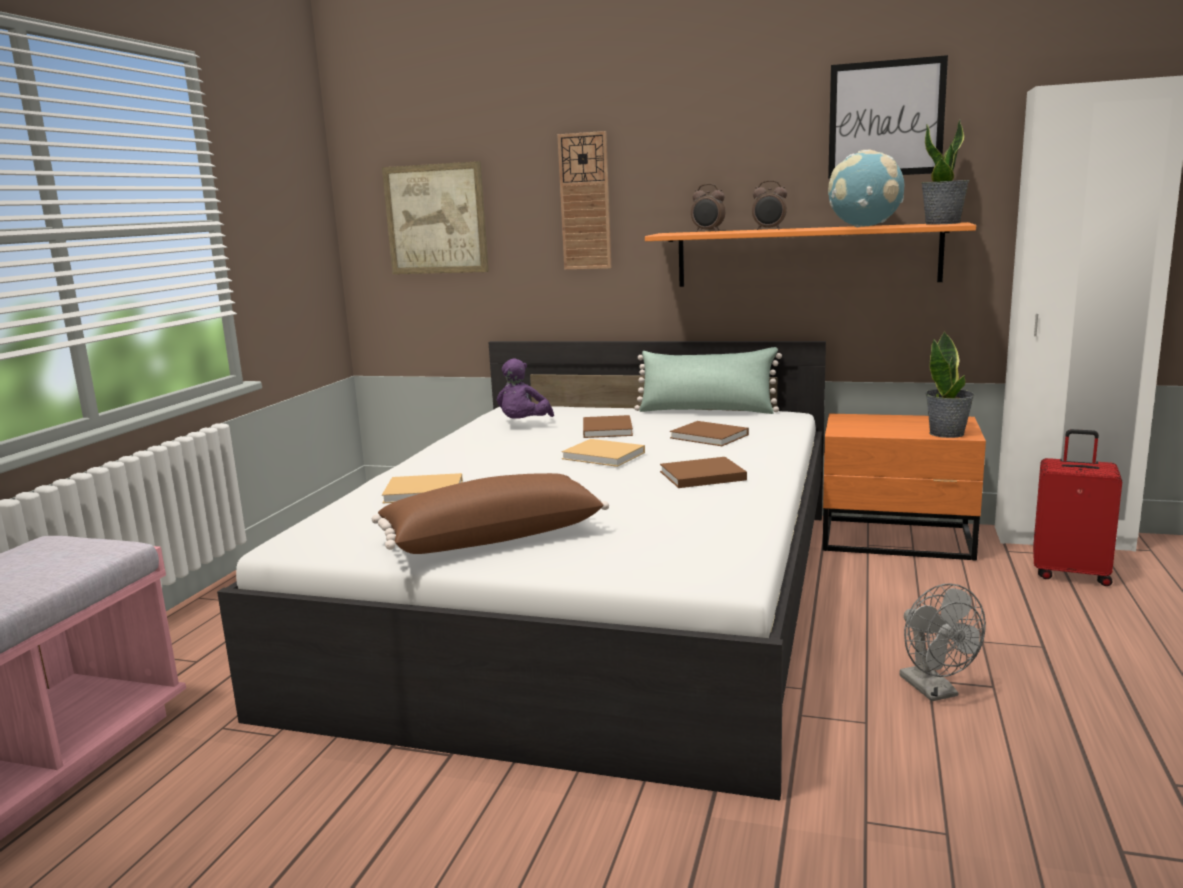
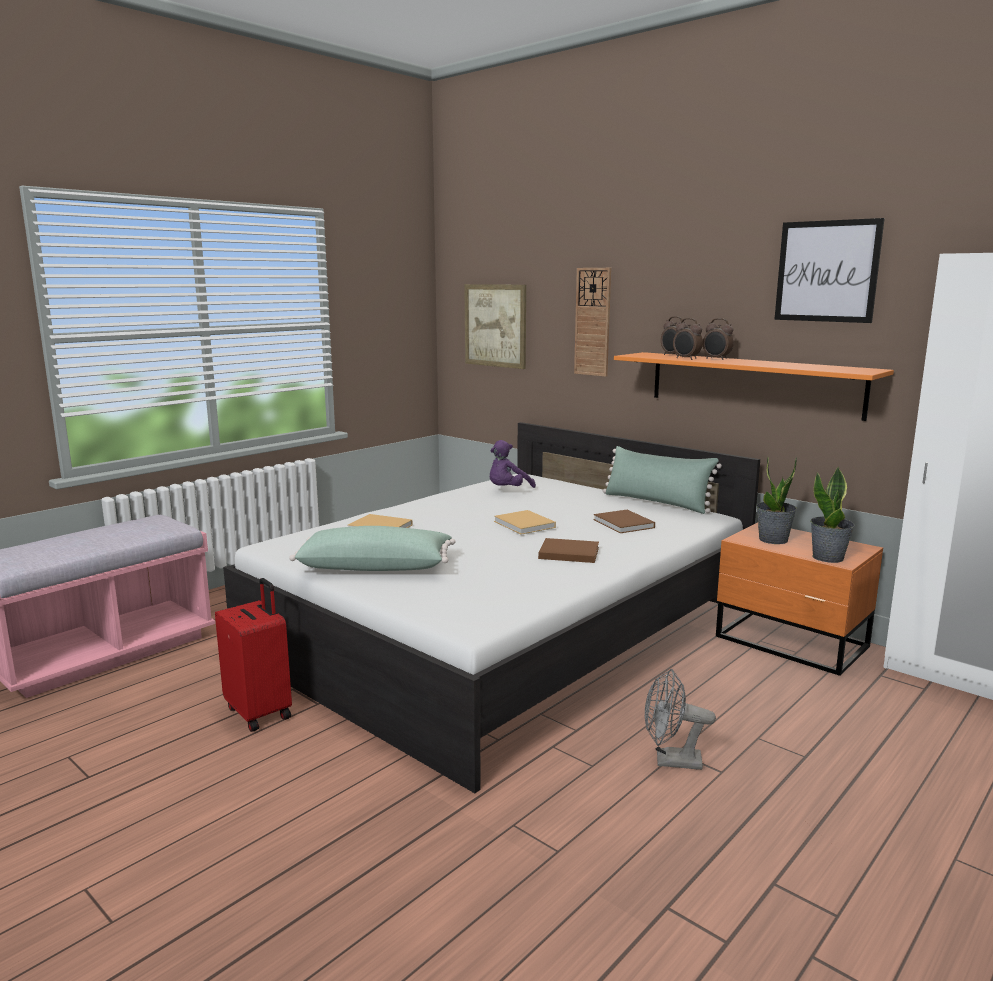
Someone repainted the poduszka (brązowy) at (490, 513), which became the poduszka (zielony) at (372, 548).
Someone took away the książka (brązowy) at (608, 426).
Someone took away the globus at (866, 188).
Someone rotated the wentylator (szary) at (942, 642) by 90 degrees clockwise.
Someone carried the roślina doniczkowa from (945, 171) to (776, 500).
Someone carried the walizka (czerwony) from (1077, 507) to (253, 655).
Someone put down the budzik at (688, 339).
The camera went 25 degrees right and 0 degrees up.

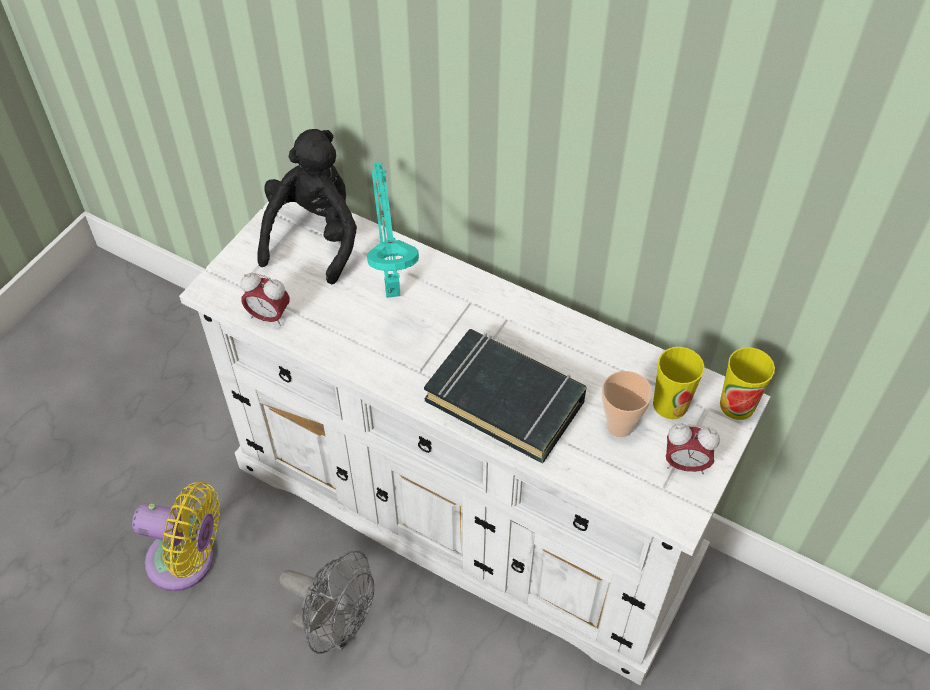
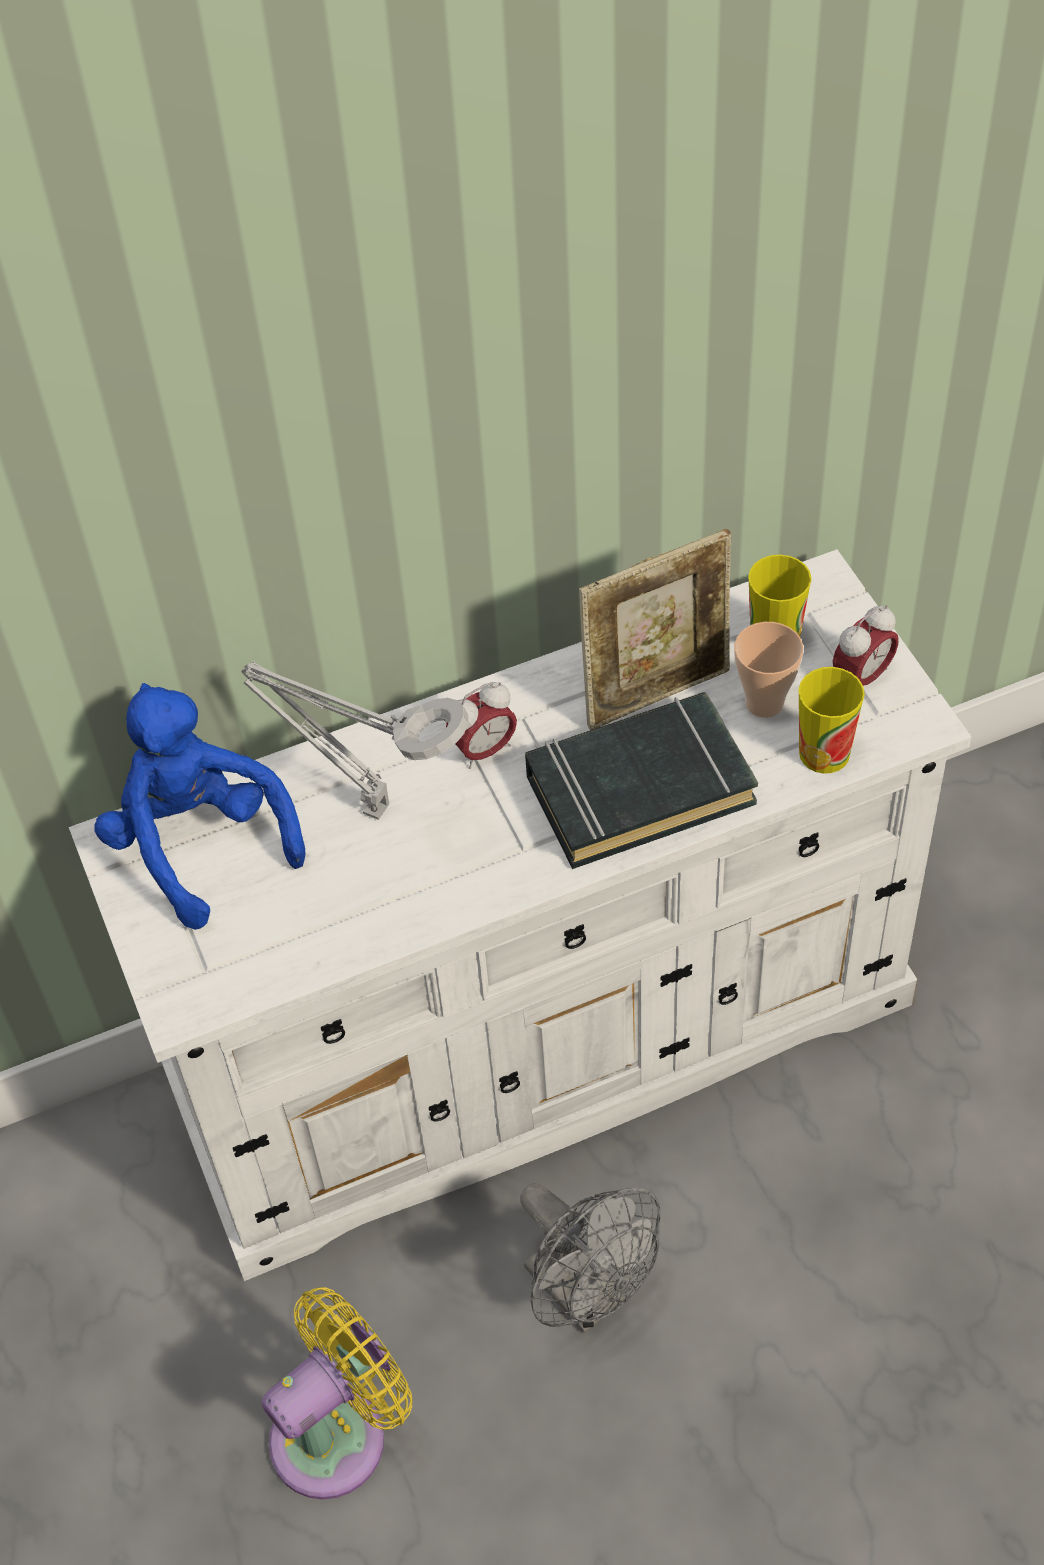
Someone carried the budzik from (265, 299) to (481, 725).
Someone repainted the pluszak (czarny) at (307, 206), which became the pluszak (niebieski) at (200, 806).
Someone rotated the wentylator (szary) at (326, 601) by 75 degrees clockwise.
Someone repainted the lampa stołowa (turkusowy) at (393, 230), which became the lampa stołowa (szary) at (355, 740).
Someone carried the filiżanka from (747, 383) to (831, 720).
Someone put down the ramka na zdjęcie at (655, 629).
The camera went 50 degrees left and 0 degrees up.

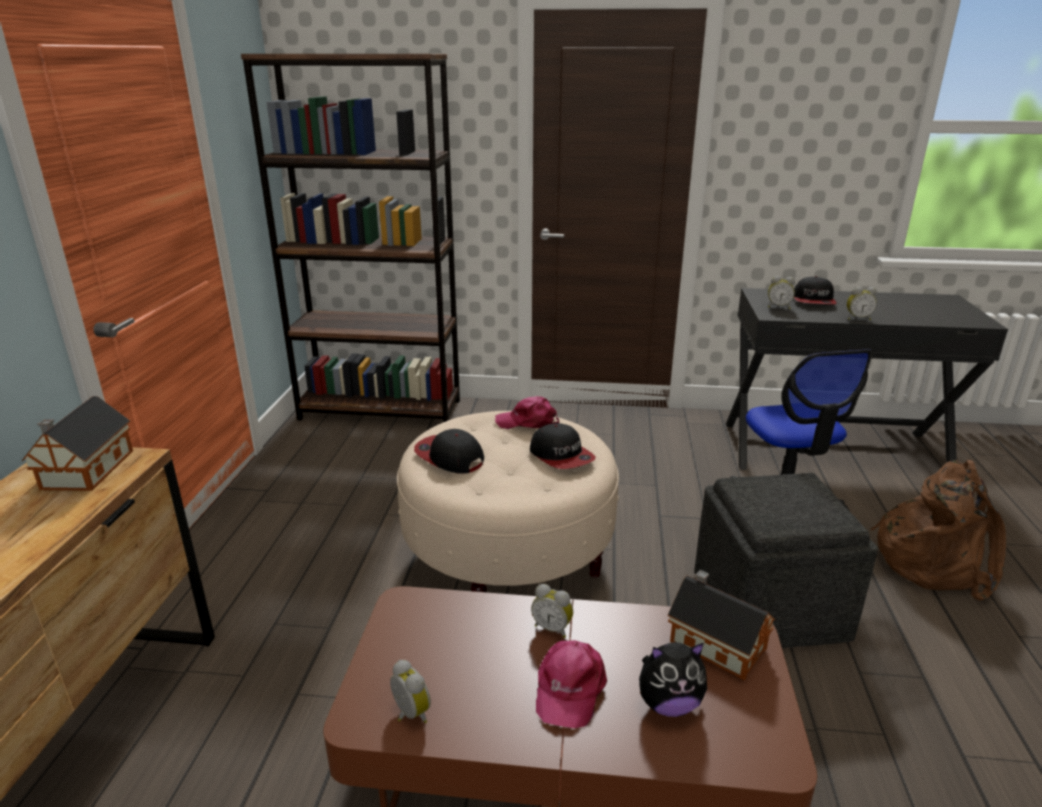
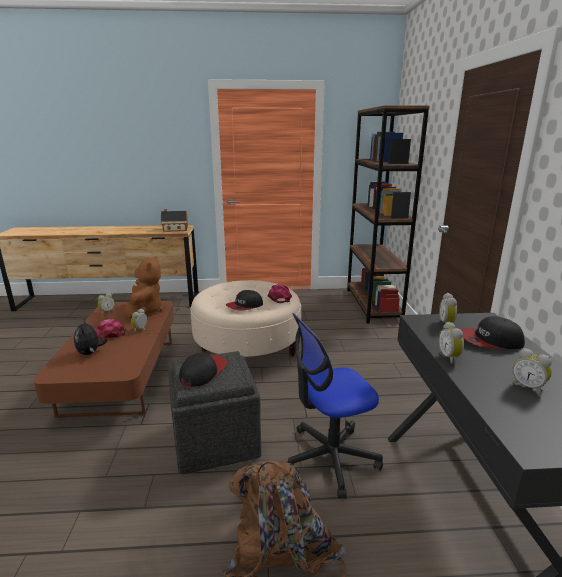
Someone carried the czapka z daszkiem from (449, 451) to (203, 370).
Someone took away the domek at (722, 625).
Someone put down the pluszak (brązowy) at (143, 287).
Someone put down the budzik at (532, 371).
The camera went 80 degrees right and 5 degrees down.

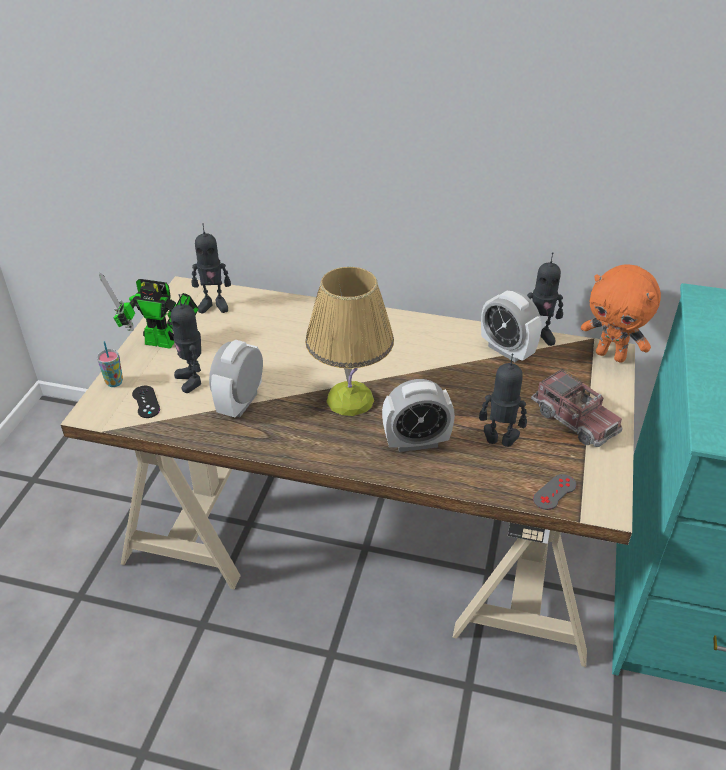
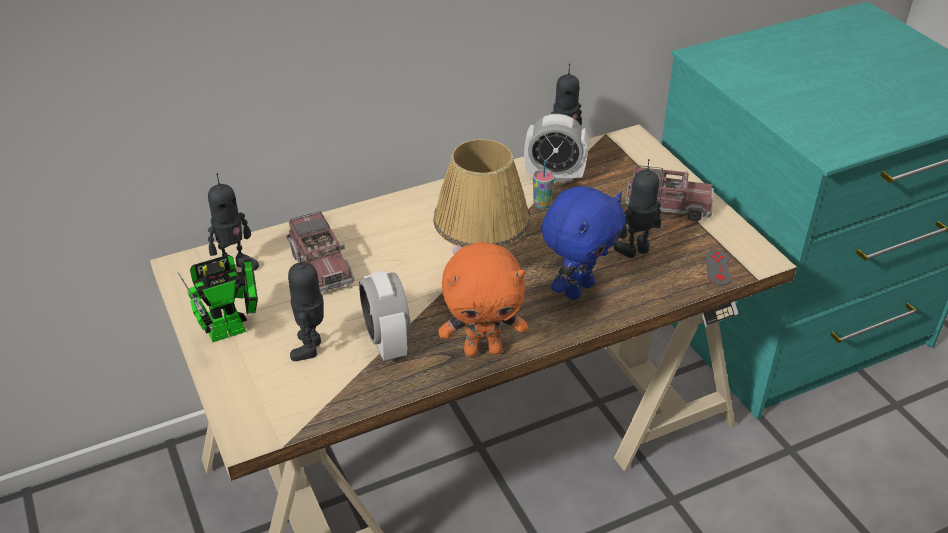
Someone carried the filiżanka from (110, 364) to (544, 184).
Someone took away the pad do gier (czarny) at (146, 402).
Someone rotated the robot zabawkowy at (186, 343) by 75 degrees clockwise.
Someone swapped the budzik at (418, 415) for the pluszak (niebieski) at (583, 243).
Someone carried the pluszak (pomarańczowy) from (621, 313) to (483, 299).
Someone put down the ciężarówka zabawkowa at (320, 252).
The camera went 40 degrees left and 0 degrees up.

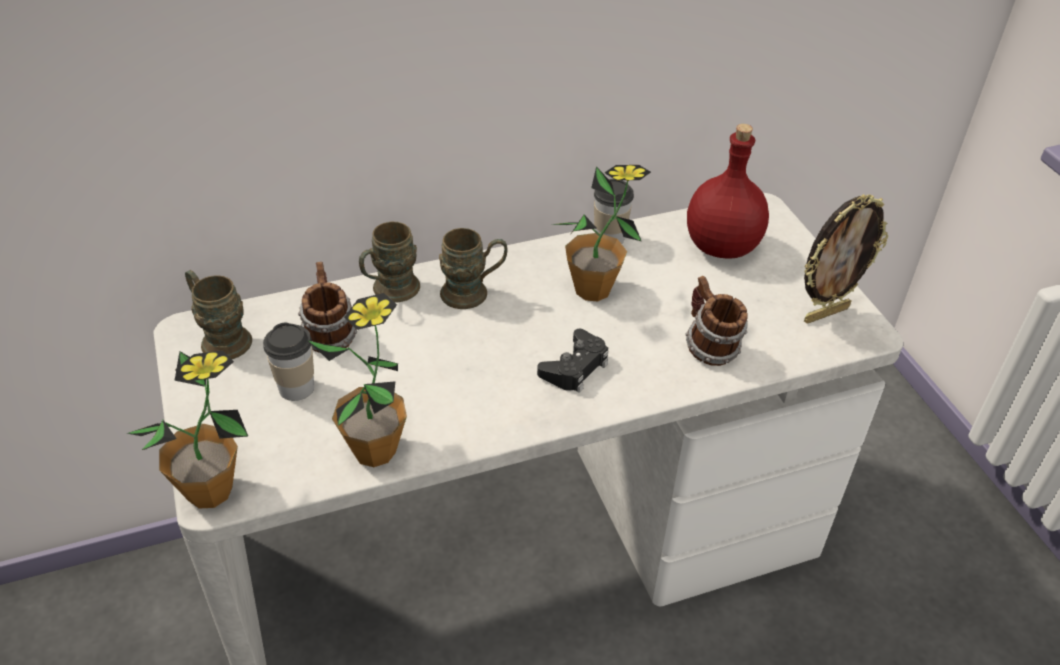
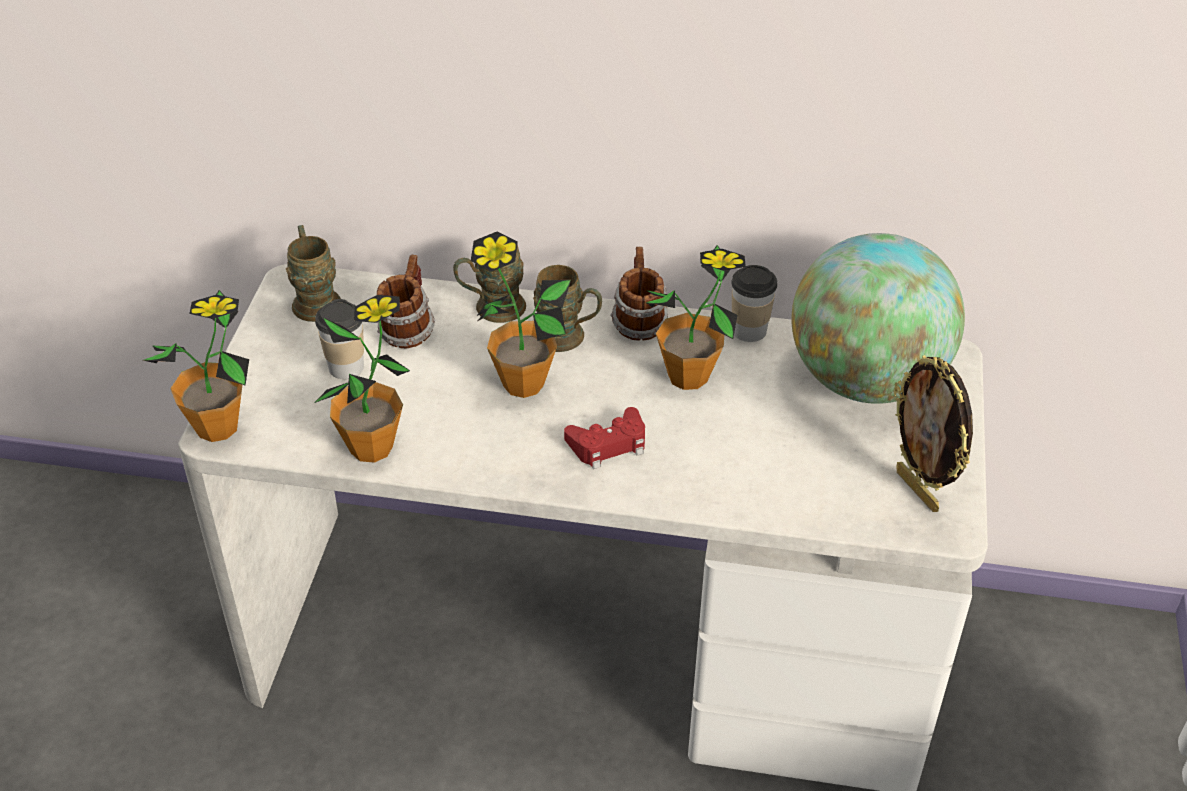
Someone repainted the pad do gier (czarny) at (572, 361), which became the pad do gier (czerwony) at (604, 438).
Someone carried the kubek from (717, 321) to (639, 294).
Someone swapped the butelka (czerwony) at (728, 191) for the globus at (878, 318).
Someone rotated the ramka na zdjęcie at (846, 259) by 60 degrees clockwise.
Someone put down the roślina doniczkowa at (521, 315).
The camera went 30 degrees right and 0 degrees up.

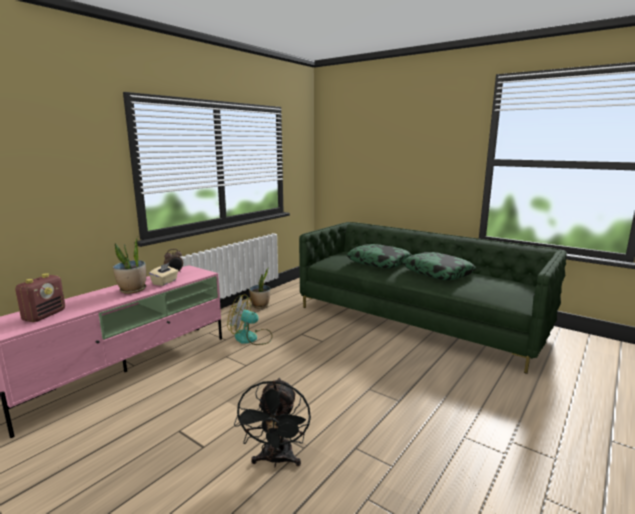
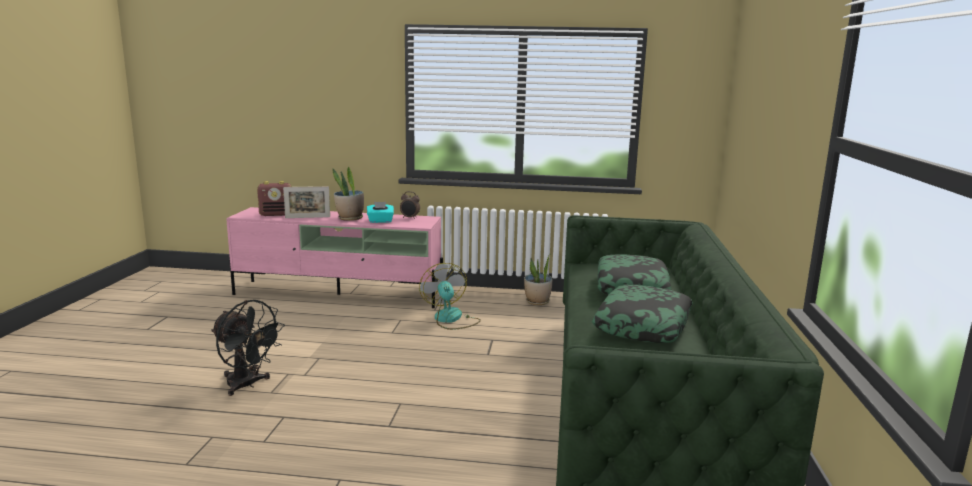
Someone repainted the pudełko chusteczek (beżowy) at (163, 274), which became the pudełko chusteczek (turkusowy) at (380, 212).
Someone rotated the wentylator (czarny) at (272, 422) by 120 degrees counterclockwise.
Someone put down the ramka na zdjęcie at (306, 202).
The camera went 60 degrees right and 0 degrees up.

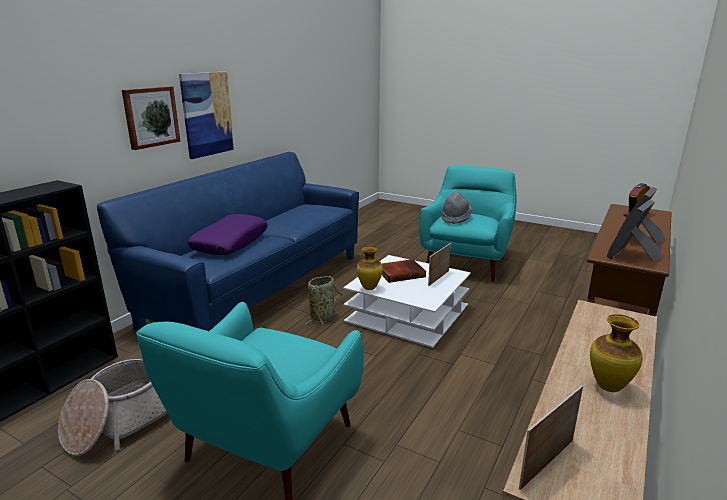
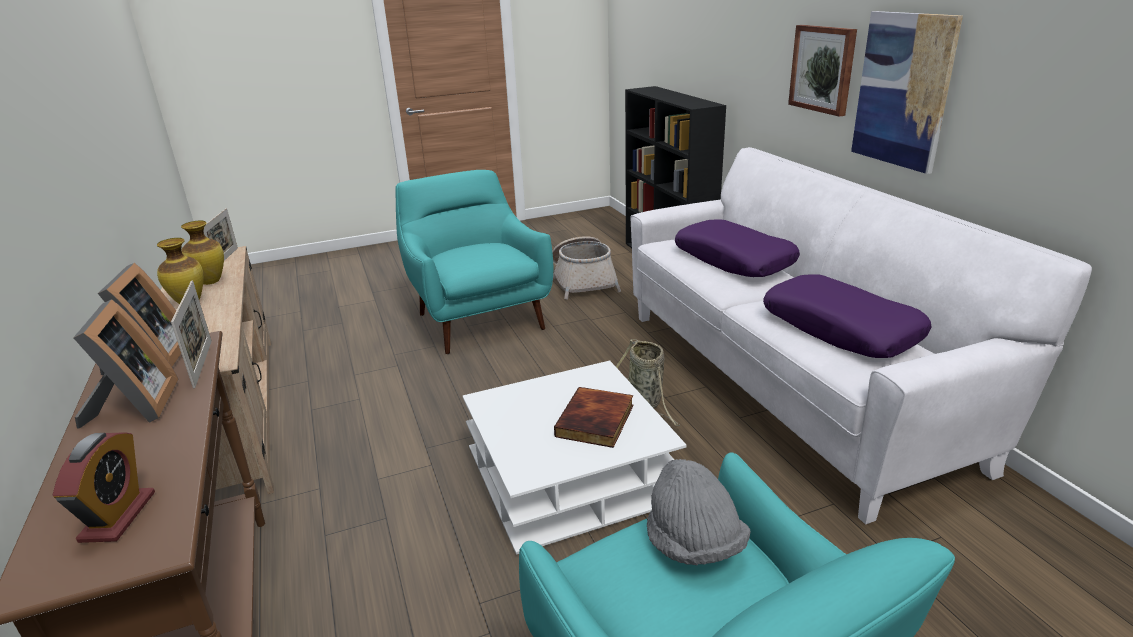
Someone repainted the kanapa (niebieski) at (228, 241), which became the kanapa (biały) at (861, 335).
Someone carried the wazon from (370, 268) to (202, 253).
Someone carried the ramka na zdjęcie from (439, 264) to (191, 334).
Someone put down the poduszka (fioletowy) at (847, 316).
The camera went 130 degrees right and 5 degrees up.

